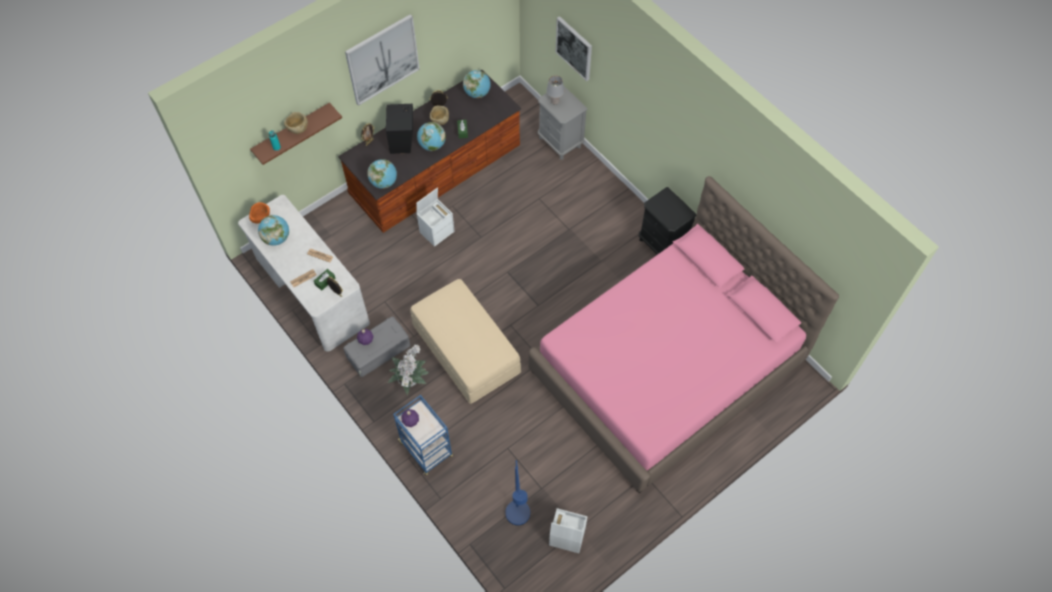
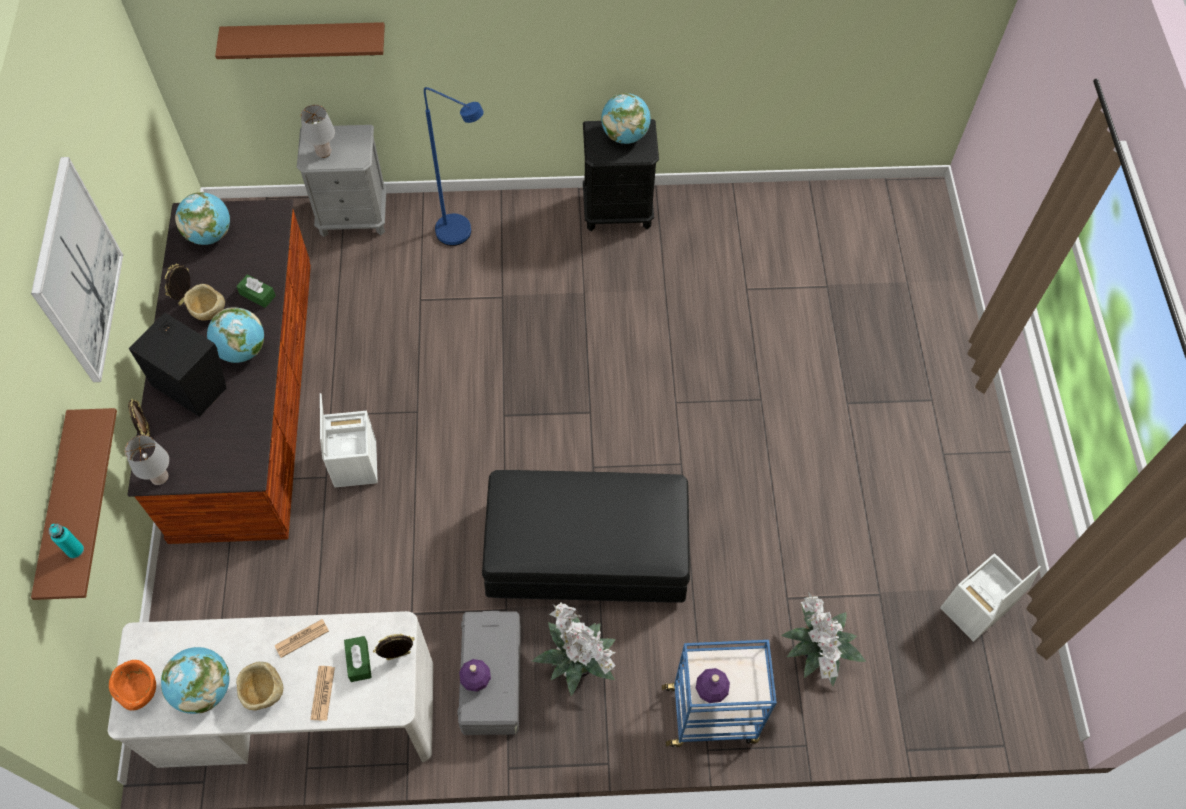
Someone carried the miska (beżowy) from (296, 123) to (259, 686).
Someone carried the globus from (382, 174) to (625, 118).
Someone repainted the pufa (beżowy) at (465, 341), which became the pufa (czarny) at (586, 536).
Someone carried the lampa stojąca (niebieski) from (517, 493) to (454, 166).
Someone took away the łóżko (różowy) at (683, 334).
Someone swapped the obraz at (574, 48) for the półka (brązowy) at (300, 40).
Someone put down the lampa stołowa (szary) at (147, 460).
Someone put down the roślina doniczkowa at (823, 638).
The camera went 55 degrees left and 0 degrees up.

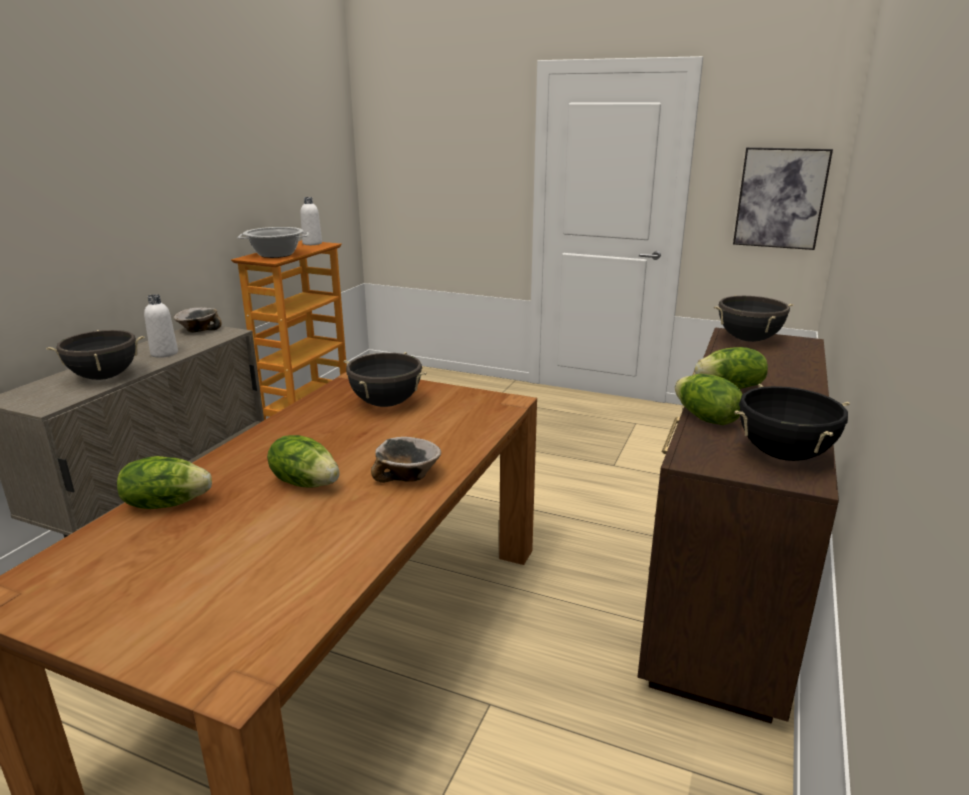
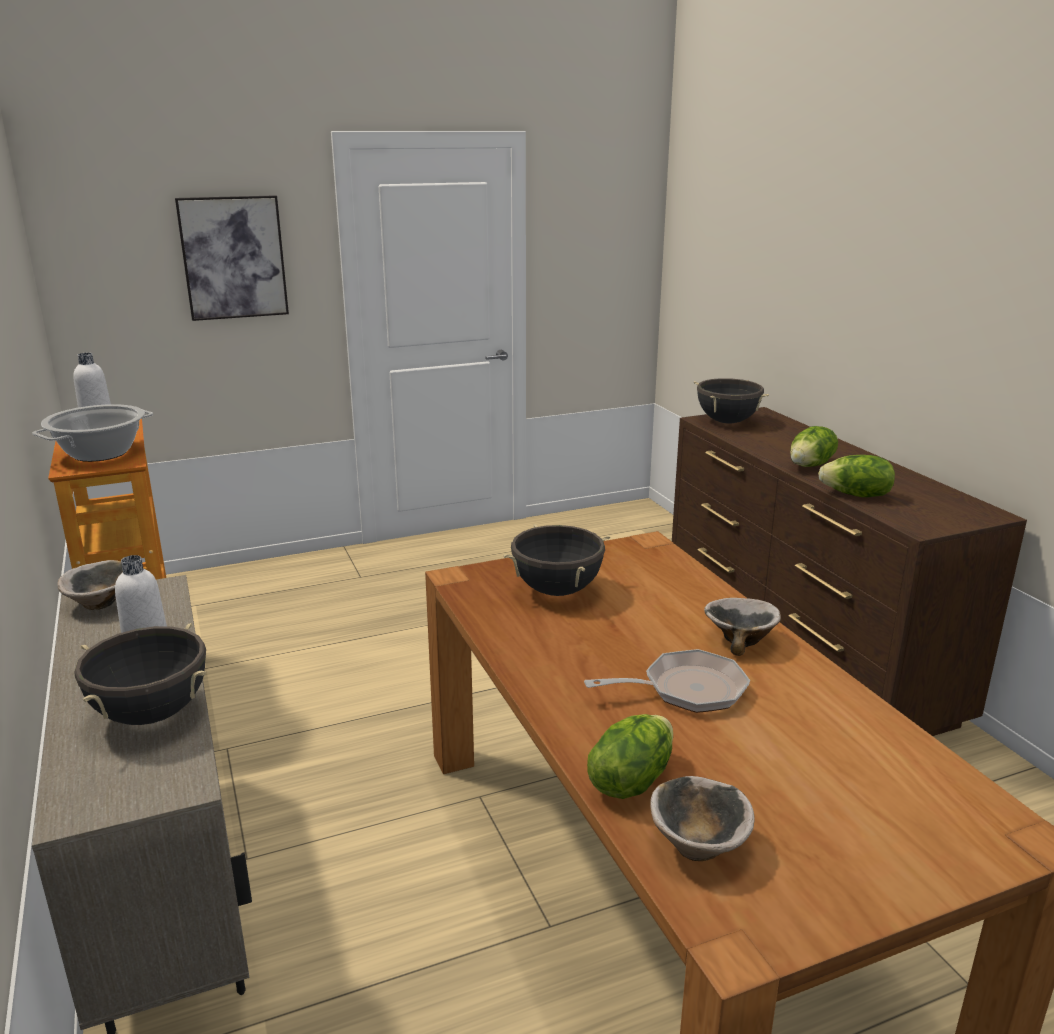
Someone swapped the sałata at (303, 461) for the patelnia at (667, 681).
Someone carried the obraz from (783, 198) to (232, 258).
Someone took away the garnek (czarny) at (792, 422).
Someone put down the miska at (702, 818).
The camera went 45 degrees left and 0 degrees up.

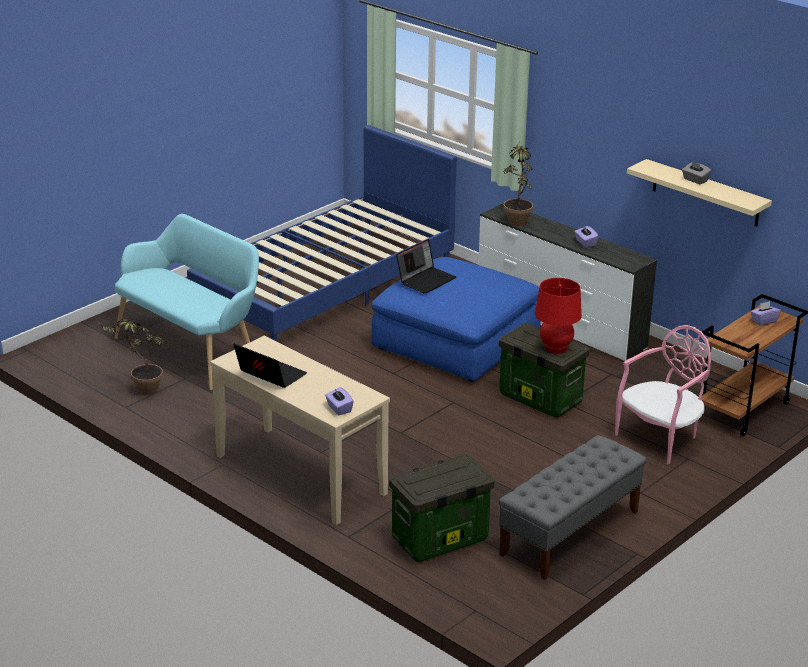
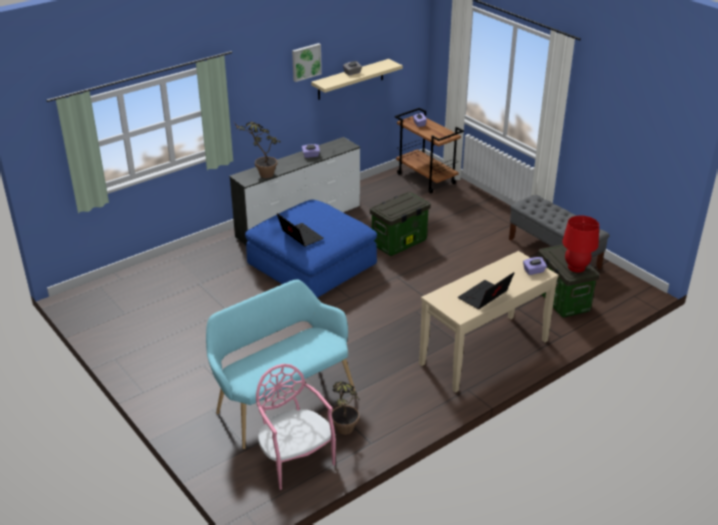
Someone took away the łóżko (niebieski) at (322, 233).
Someone carried the lampa stołowa (czerwony) from (558, 316) to (580, 243).
Someone carried the krzesło (różowy) from (663, 394) to (296, 427).
Someone put up the obraz at (307, 62).
The camera went 80 degrees left and 5 degrees up.

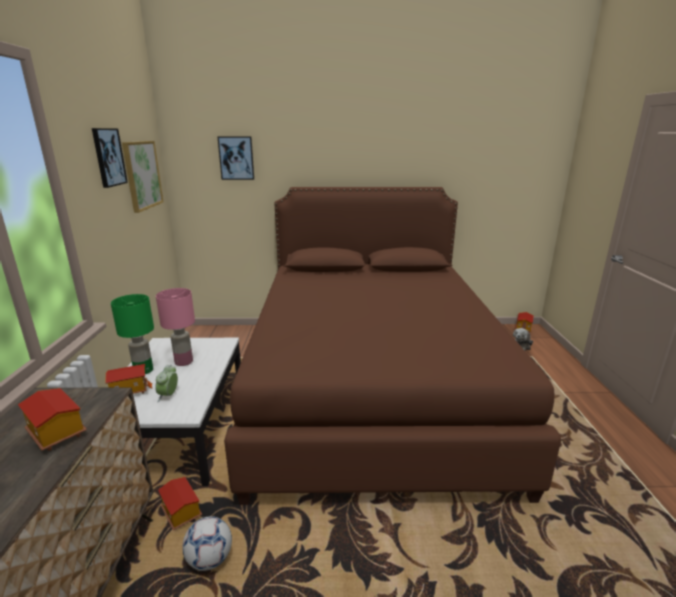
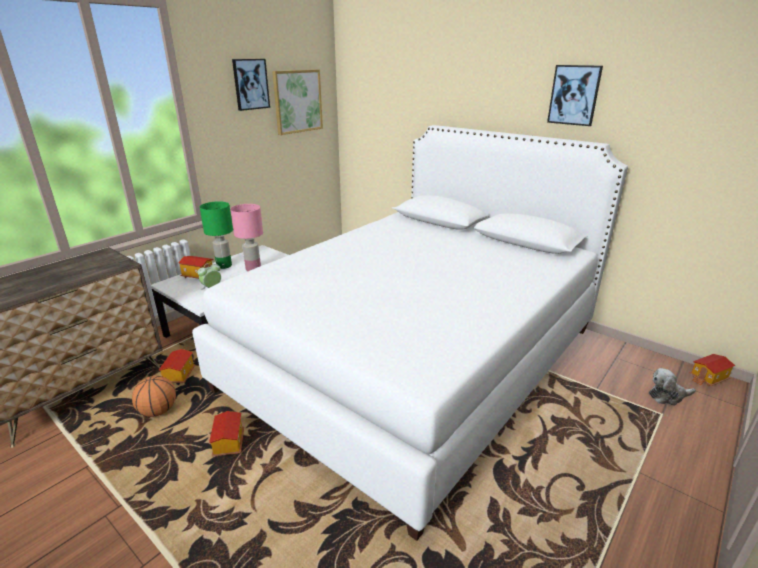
Someone carried the domek from (52, 419) to (226, 434).
Someone swapped the piłka futbolowa at (207, 543) for the piłka do koszykówki at (154, 396).
Someone carried the obraz from (236, 158) to (575, 95).
Someone repainted the łóżko (brązowy) at (392, 346), which became the łóżko (biały) at (410, 333).
The camera went 40 degrees right and 5 degrees up.

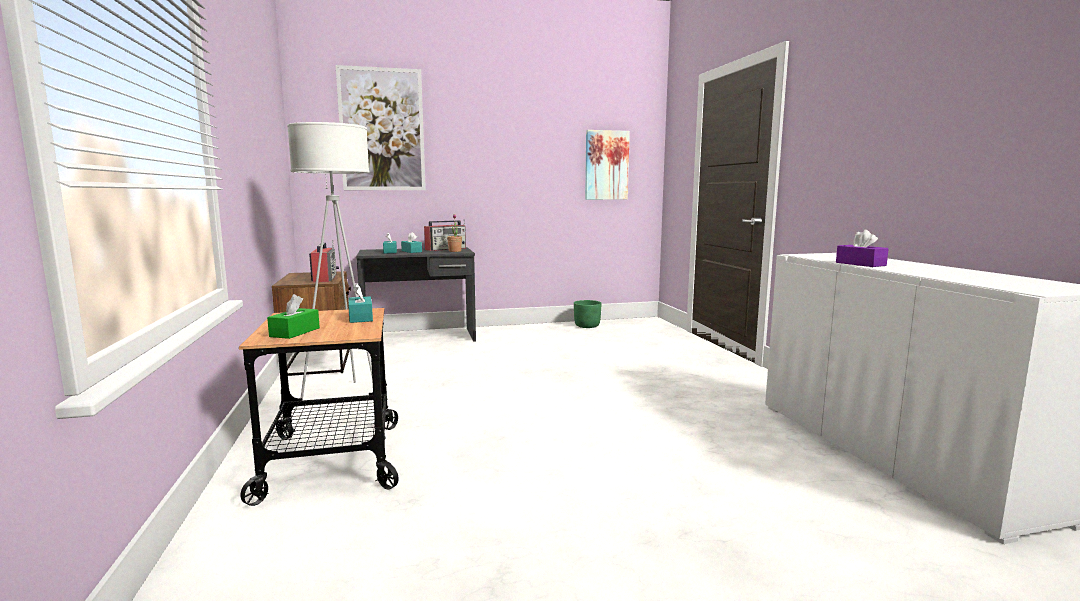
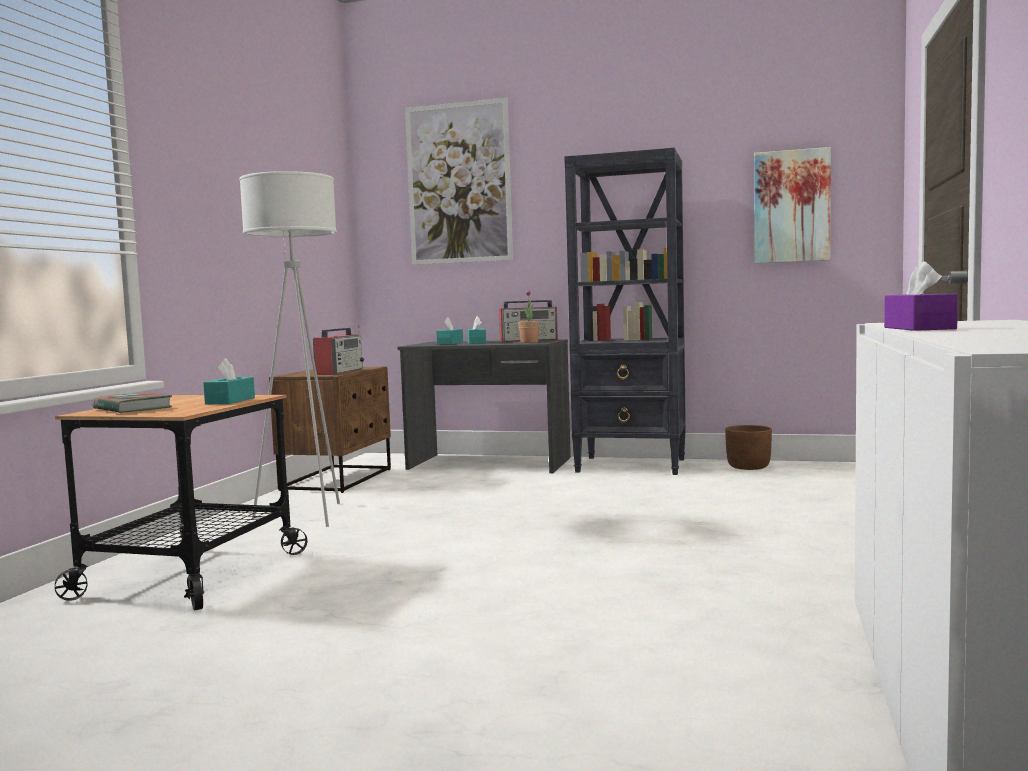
Someone swapped the pudełko chusteczek (zielony) at (293, 316) for the książka at (132, 402).
Someone repainted the donica (zielony) at (588, 314), which became the donica (brązowy) at (748, 447).
Someone put down the regał (czarny) at (625, 311).
The camera went 30 degrees right and 5 degrees down.

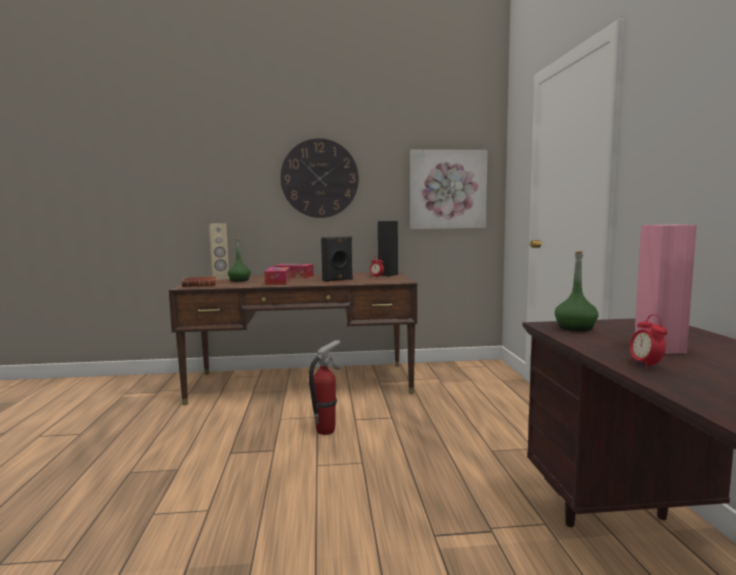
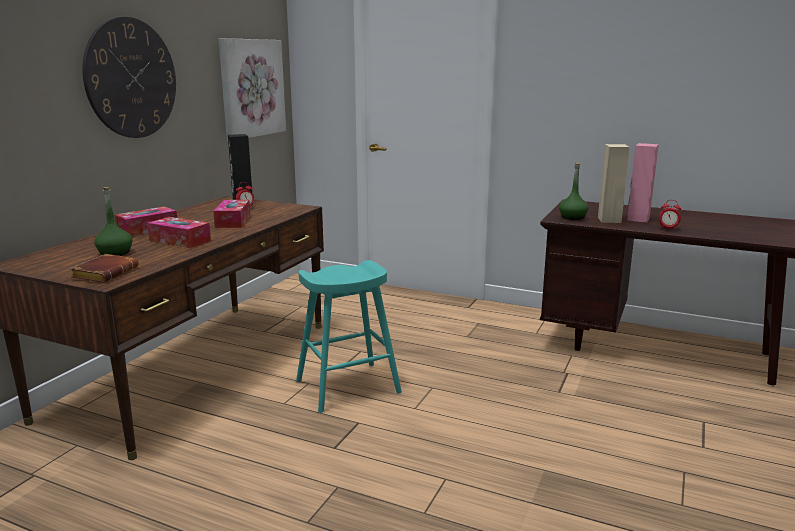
Someone carried the głośnik (beżowy) from (218, 251) to (614, 183).
Someone swapped the gaśnica at (325, 387) for the stołek (turkusowy) at (349, 336).
Someone swapped the głośnik (czarny) at (337, 259) for the pudełko chusteczek at (231, 214).
The camera went 60 degrees left and 10 degrees up.

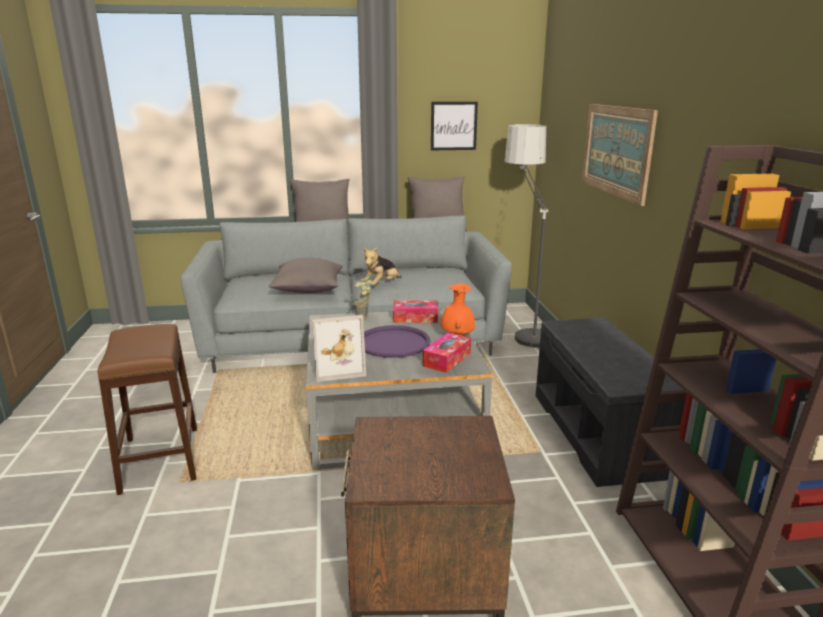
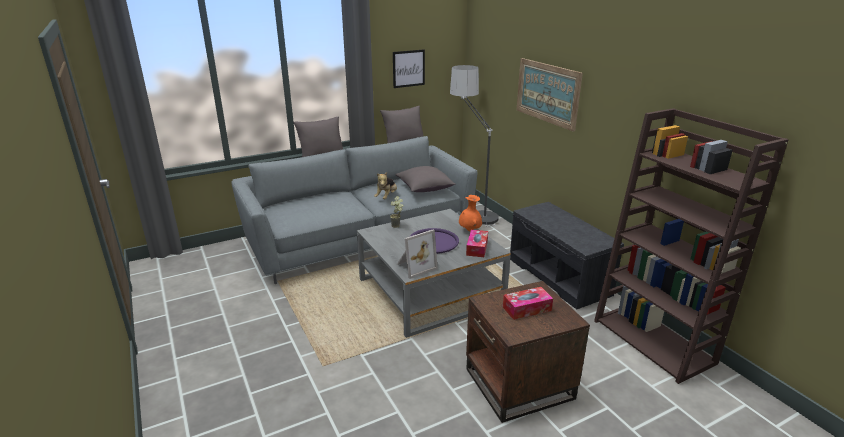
Someone took away the stołek (brązowy) at (147, 409).
Someone carried the poduszka (szary) from (305, 275) to (426, 179).
Someone carried the pudełko chusteczek from (415, 311) to (528, 303).
The camera went 20 degrees left and 5 degrees up.

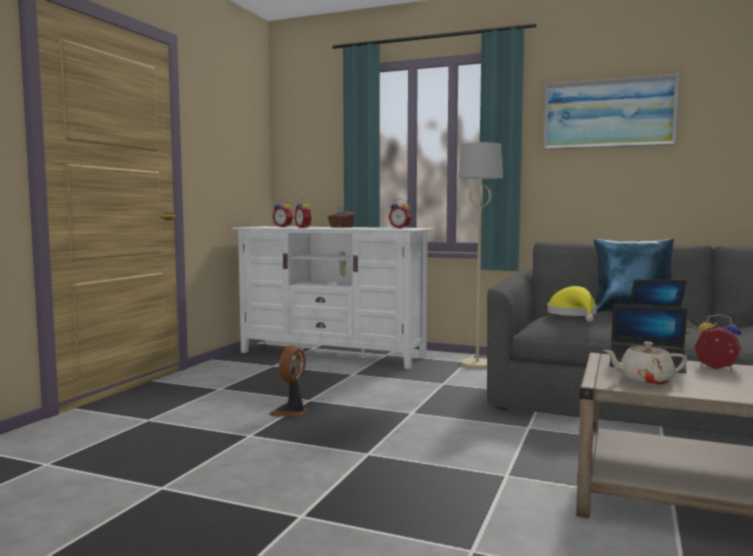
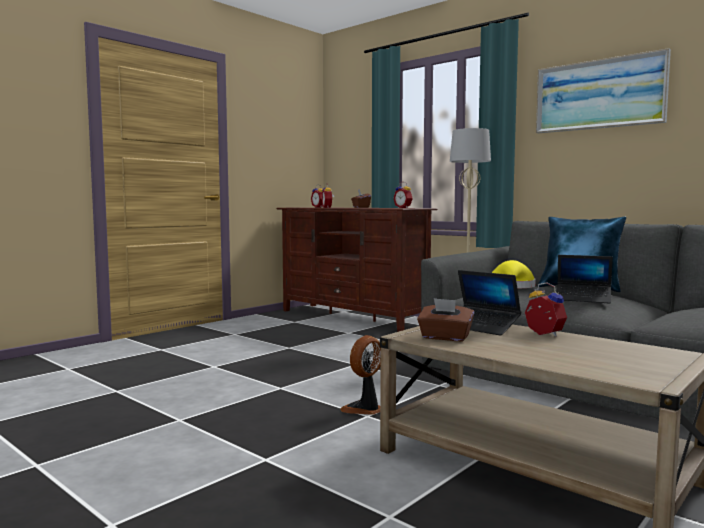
Someone repainted the szafka pod telewizor (biały) at (332, 297), which became the szafka pod telewizor (brązowy) at (356, 269).
Someone carried the wentylator from (288, 381) to (360, 375).
Someone swapped the imbryk (beżowy) at (645, 364) for the pudełko chusteczek (brązowy) at (445, 319).
The camera went 20 degrees right and 0 degrees up.

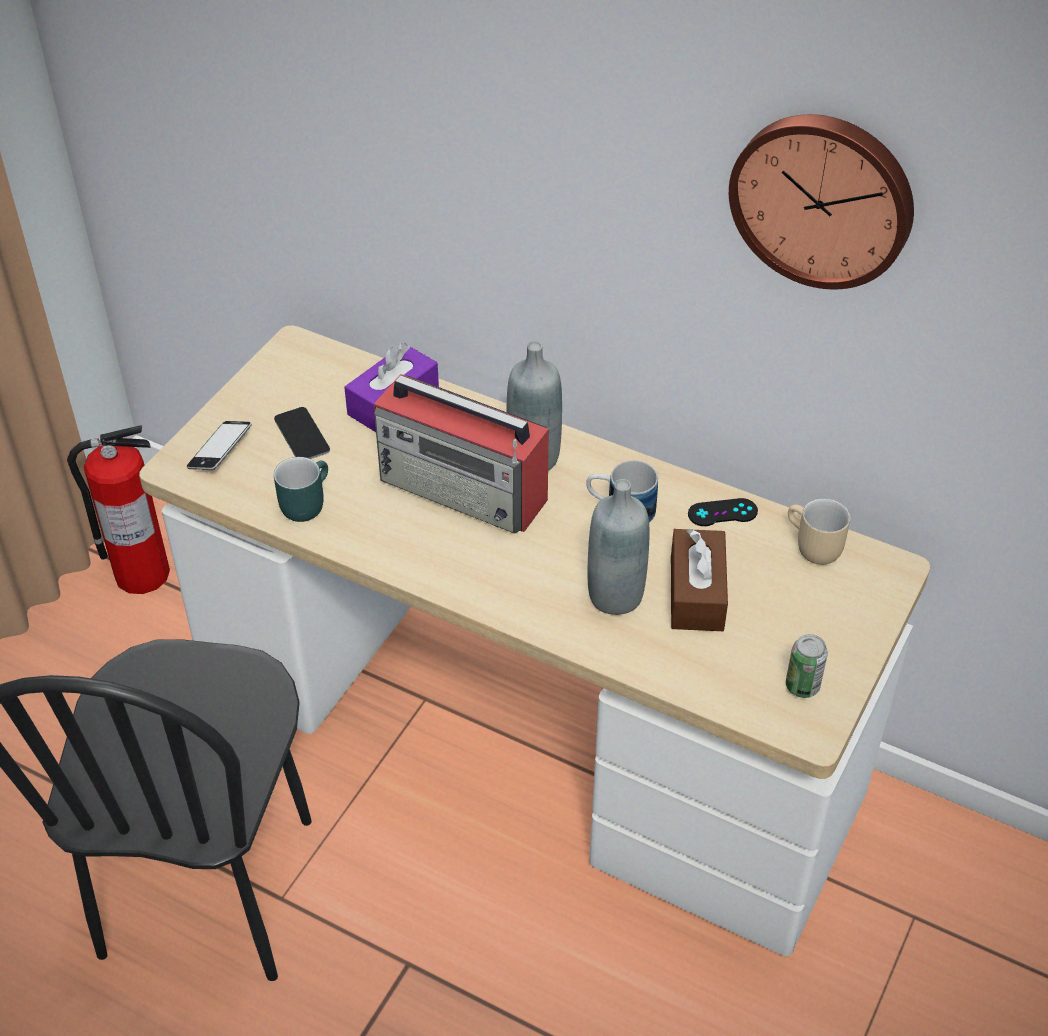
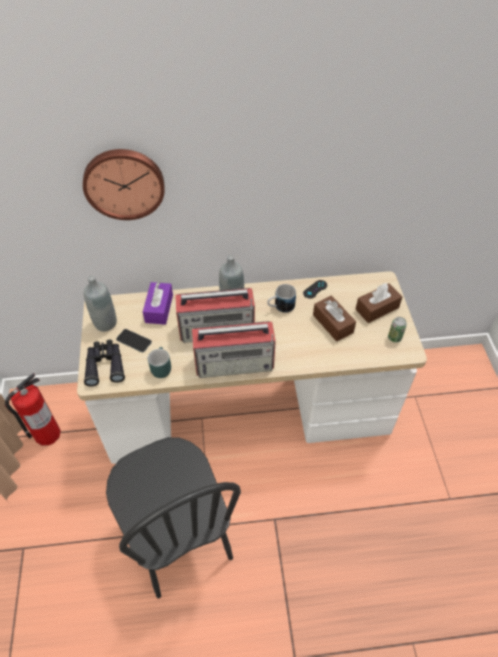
Someone swapped the telefon at (219, 445) for the lornetka (czarny) at (104, 363).
Someone carried the butelka (szary) from (618, 547) to (100, 304).
Someone carried the zegar ścienny from (821, 202) to (124, 184).
Someone took away the kubek (beżowy) at (819, 531).
Someone put down the radio at (234, 349).
Someone put down the pudełko chusteczek (brązowy) at (379, 303).
The camera went 35 degrees left and 5 degrees up.

